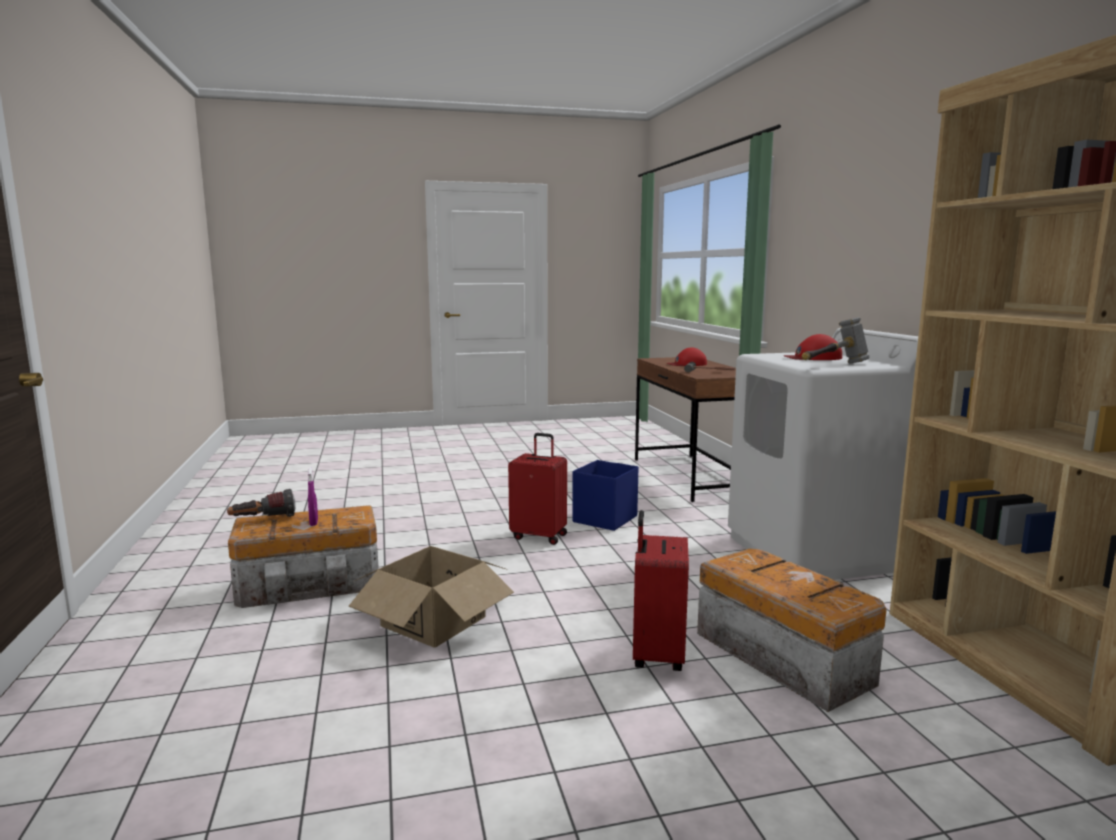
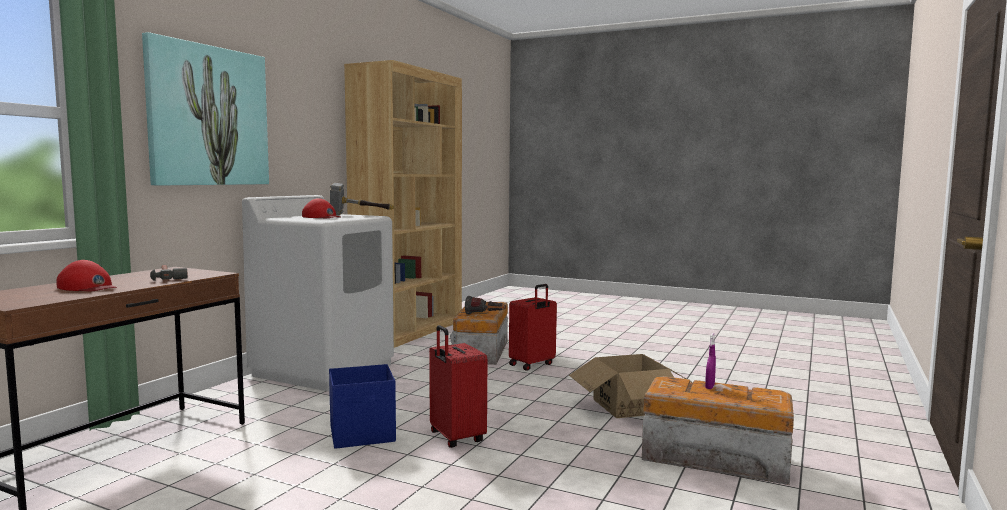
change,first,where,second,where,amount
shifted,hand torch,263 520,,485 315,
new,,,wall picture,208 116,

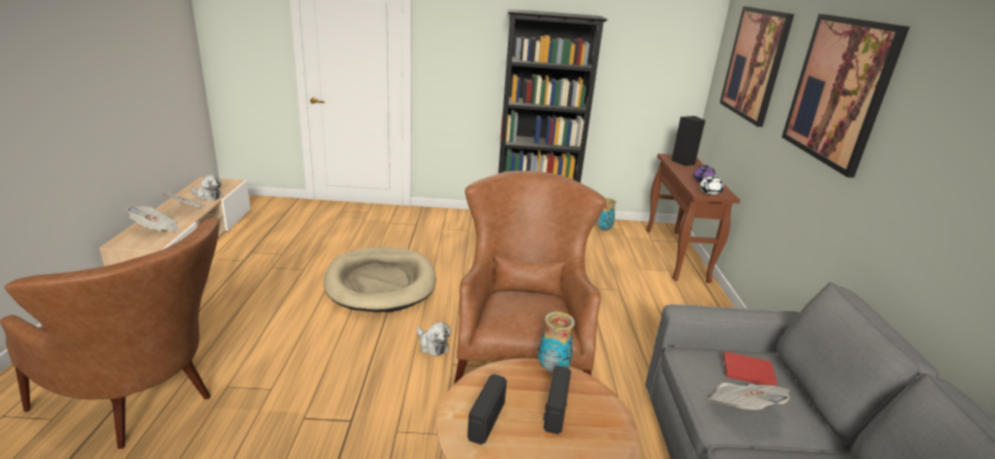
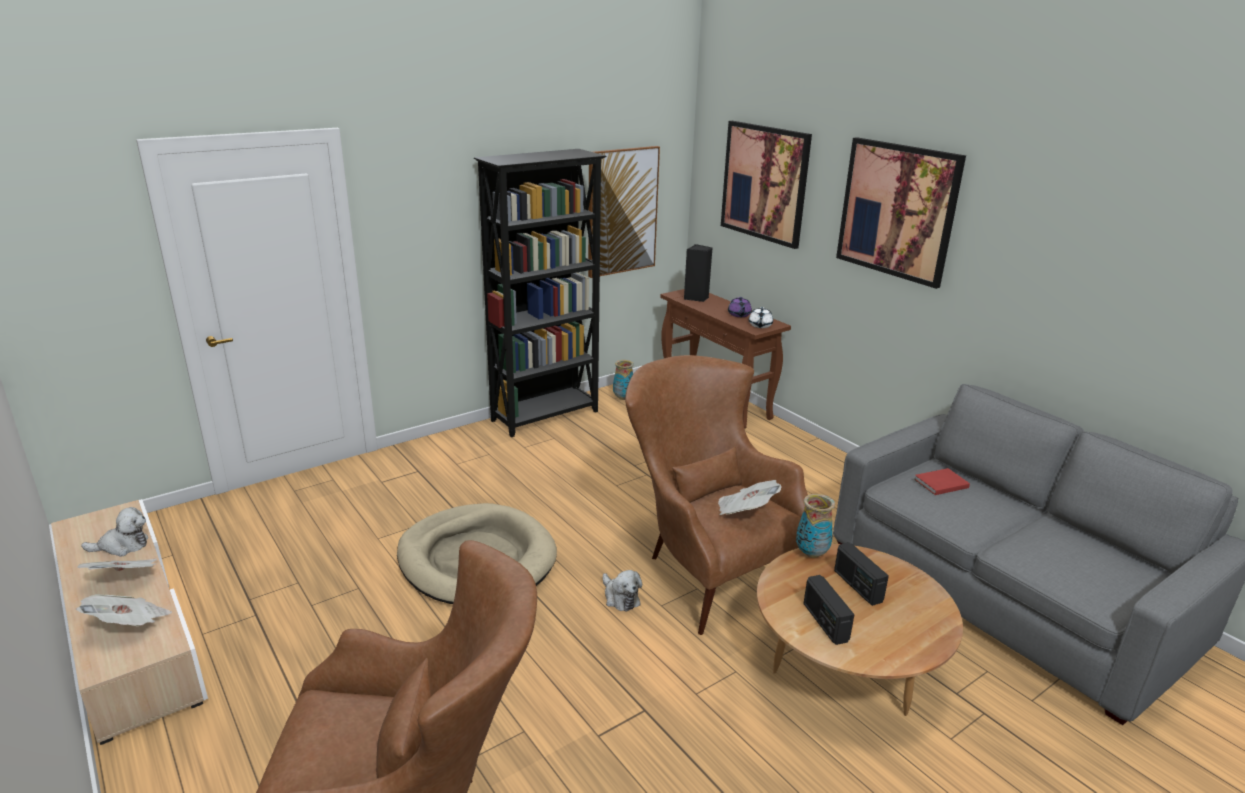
change,first,where,second,where,amount
rotated,cuddly toy,432 345,,620 597,45 degrees clockwise
shifted,newspaper,742 408,,745 511,
new,,,wall picture,622 211,

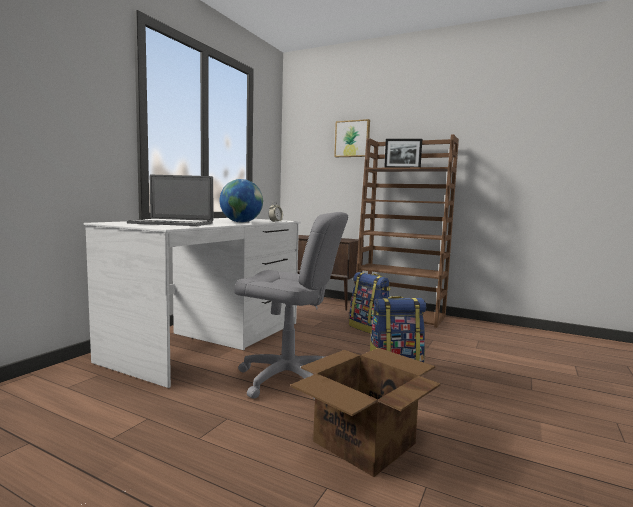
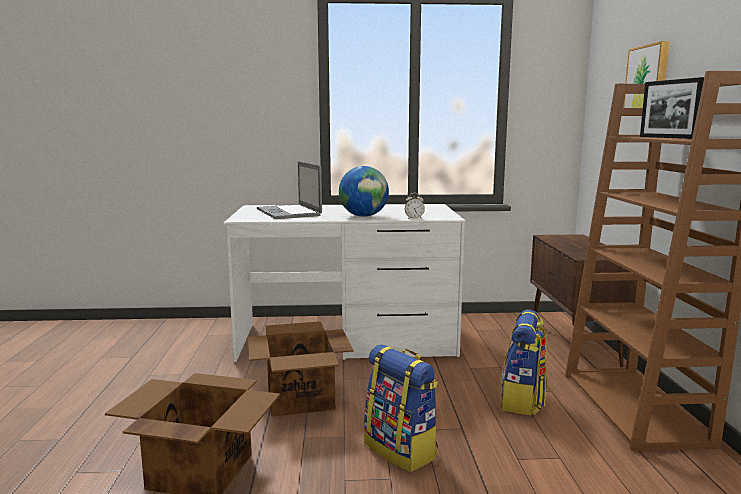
change,first,where,second,where,amount
swapped,desk chair (grey),288 378,cardboard box,300 399,

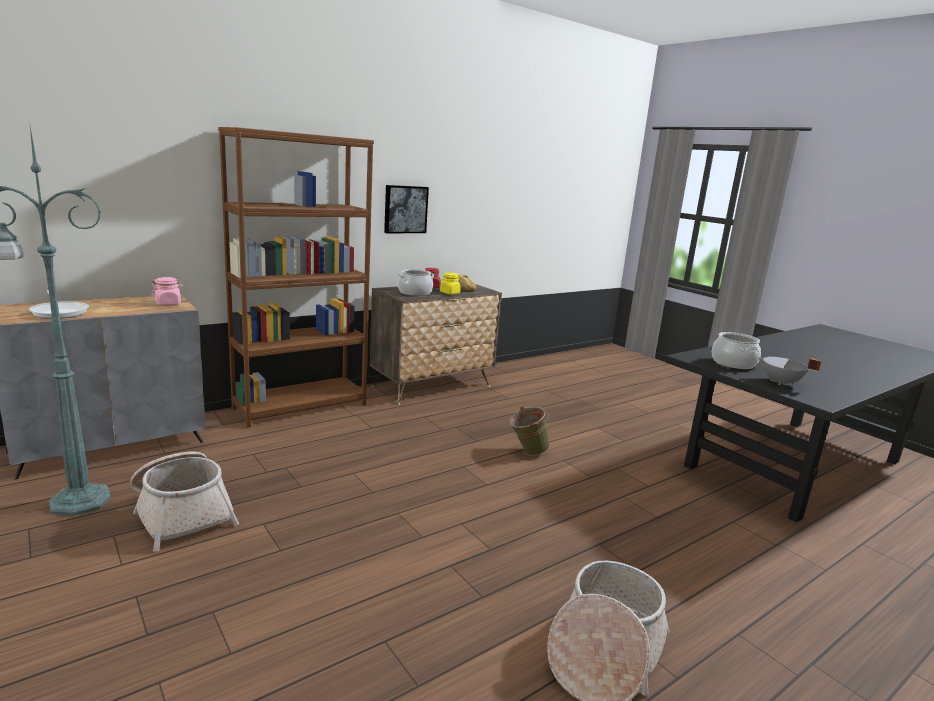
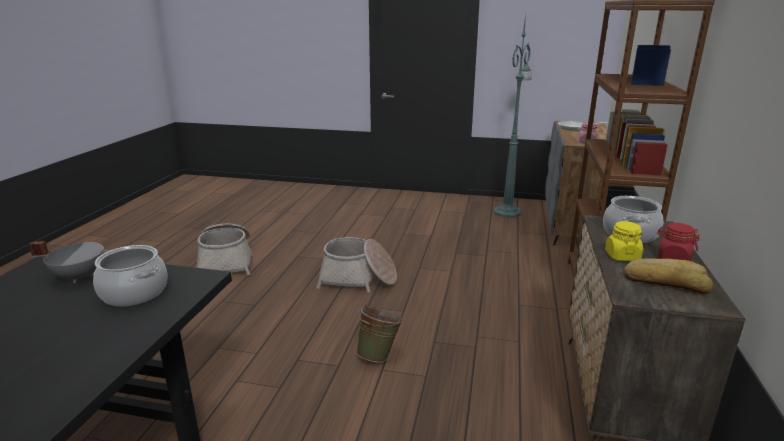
change,first,where,second,where,amount
gone,wall picture,405 209,,,
shifted,basket,182 512,,358 279,

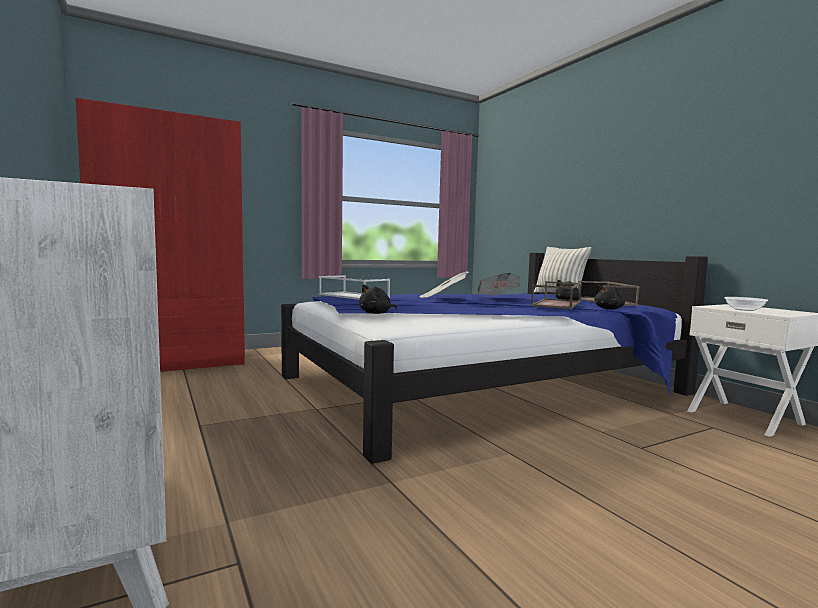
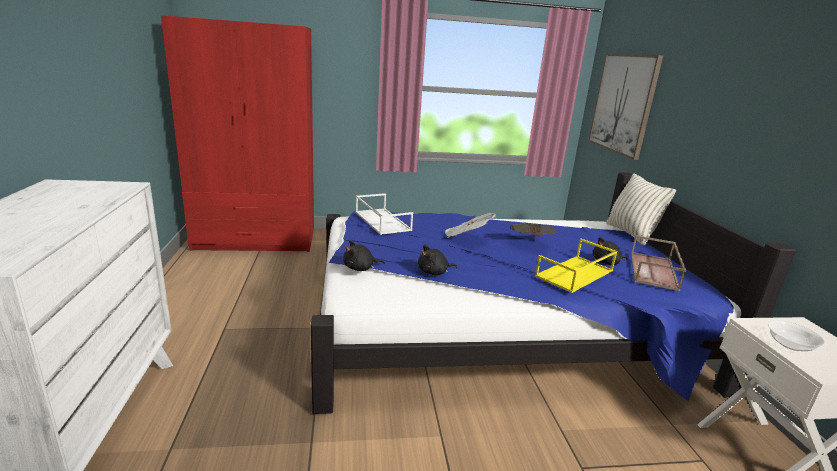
change,first,where,second,where,amount
repainted,carrying tray (brownish),557 304,carrying tray (yellow-coloured),575 274,
shifted,cuddly toy (blackish),609 309,,434 272,
new,,,wall picture,623 104,

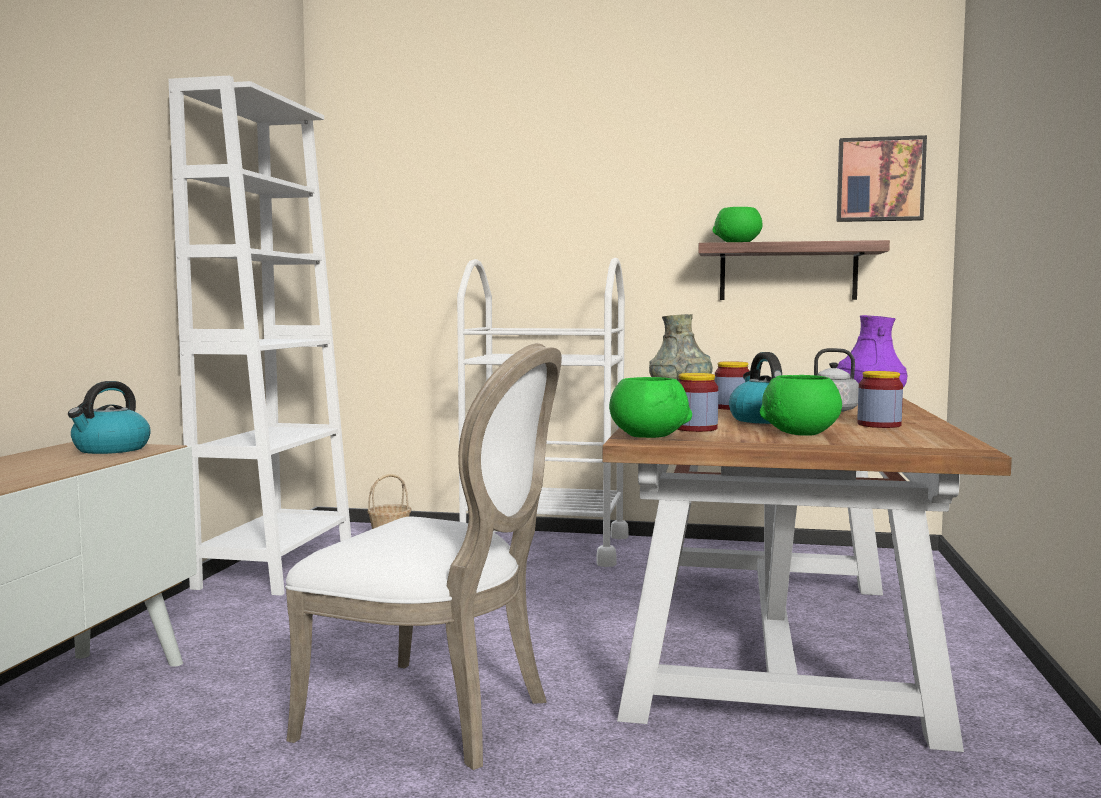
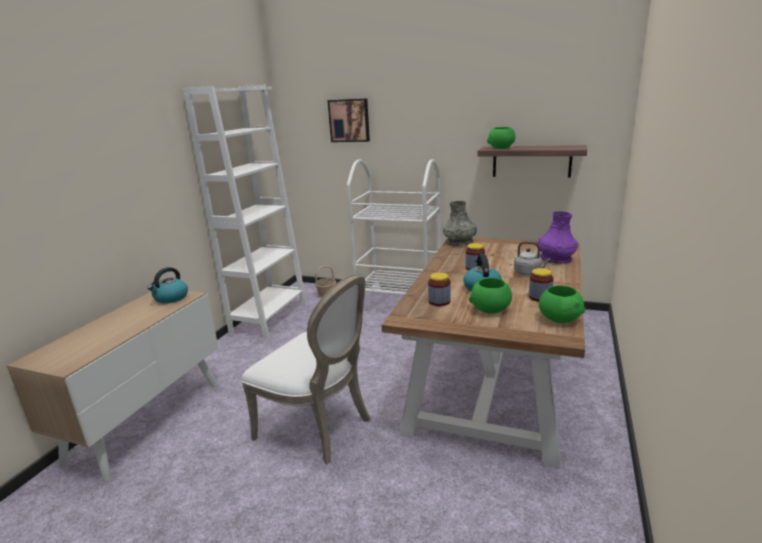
change,first,where,second,where,amount
shifted,wall picture,880 180,,349 120,
shifted,bowl (greenish),648 436,,559 319,

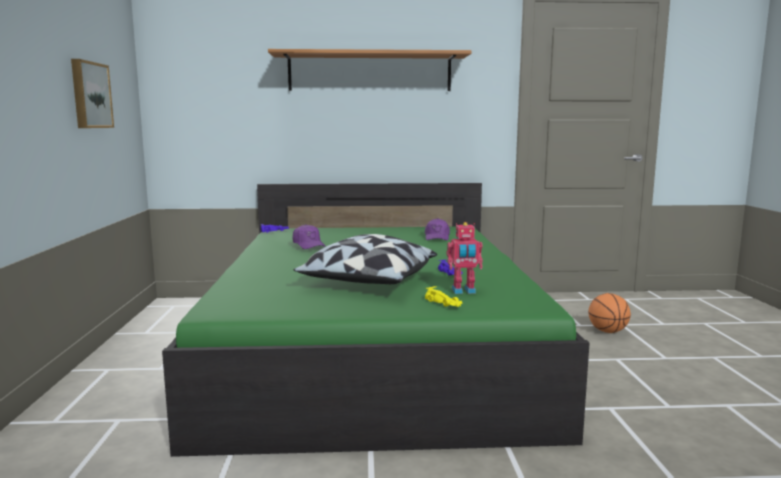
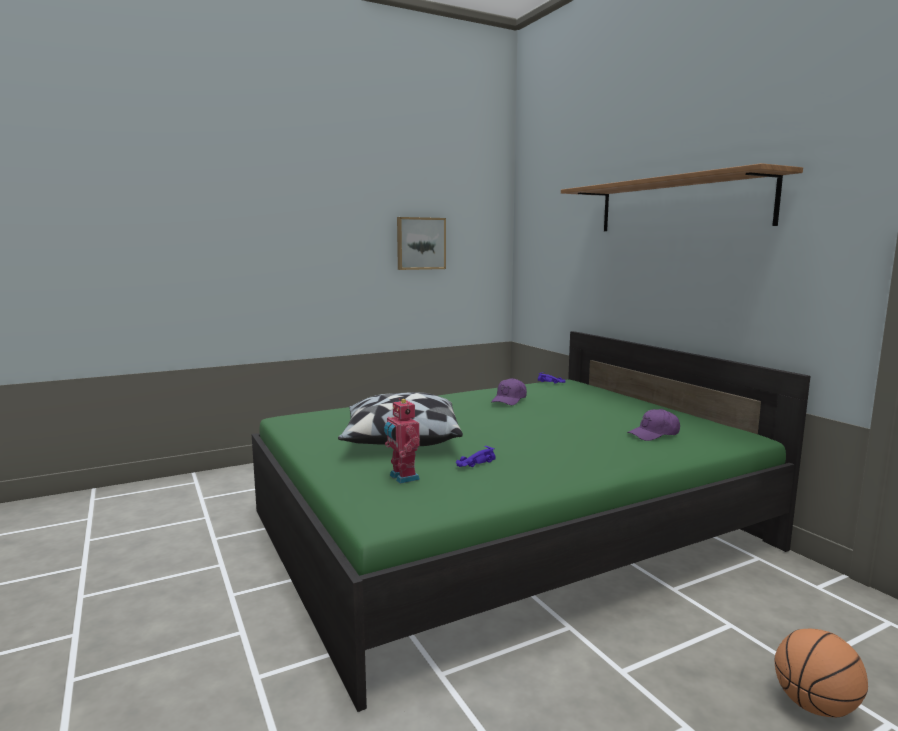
change,first,where,second,where,amount
gone,model car (yellow-coloured),444 303,,,

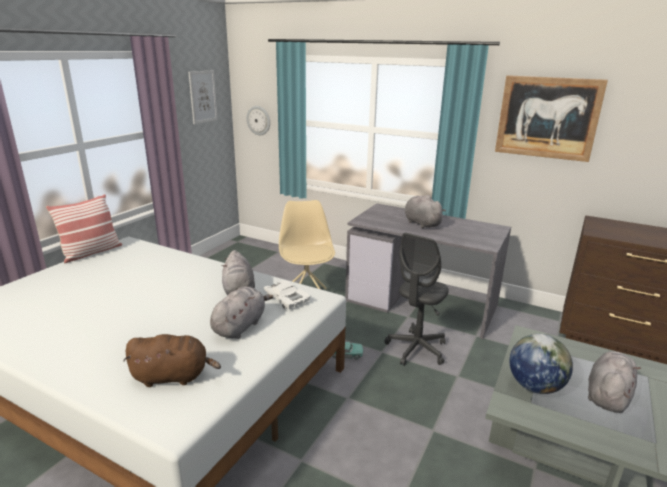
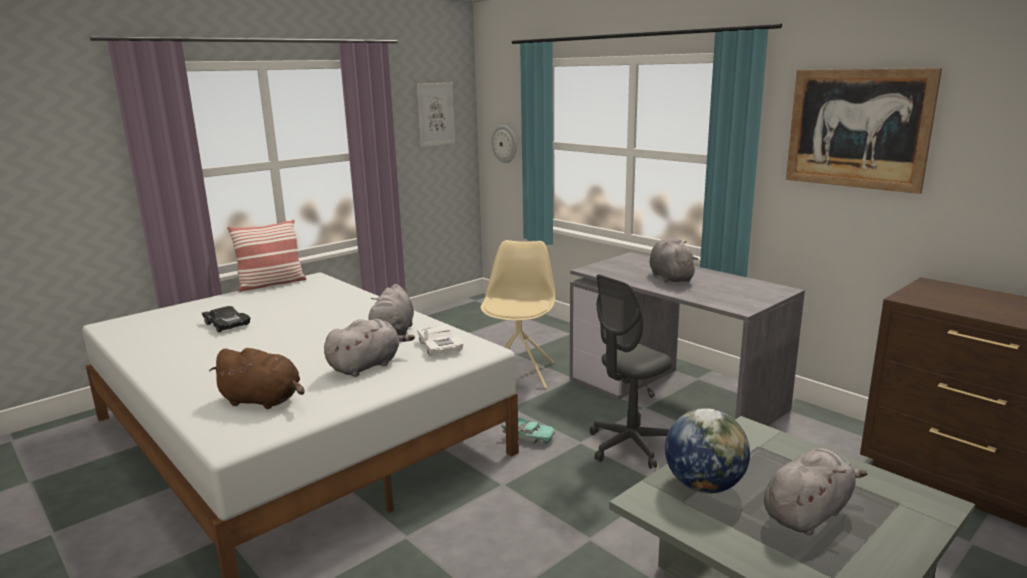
change,first,where,second,where,amount
new,,,model car (blackish),227 324,

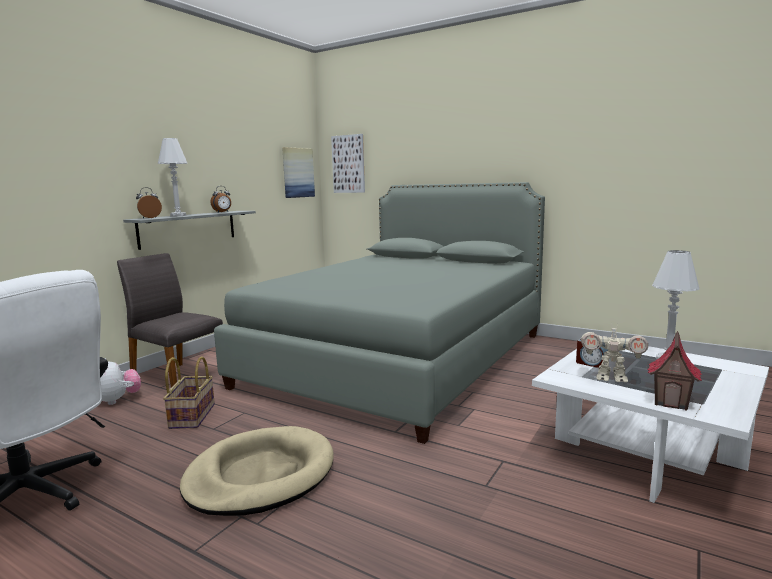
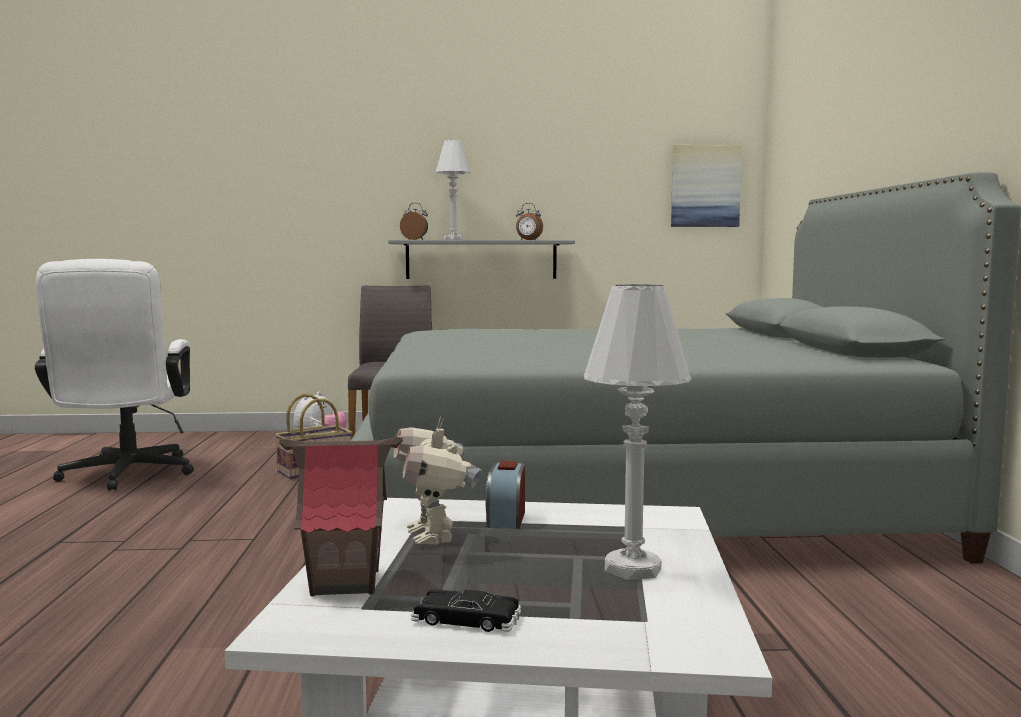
change,first,where,second,where,amount
gone,wall picture,348 164,,,
gone,dog bed (beige-coloured),260 475,,,
new,,,model car (blackish),466 619,

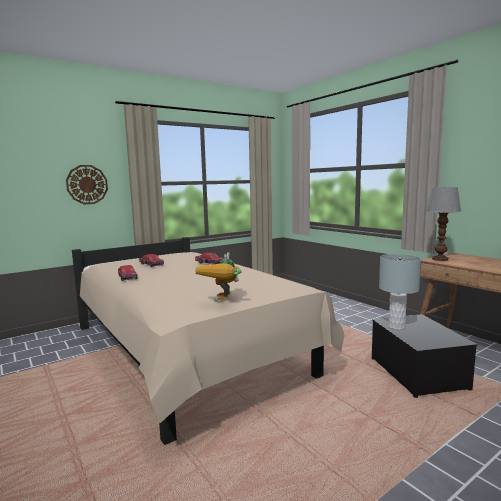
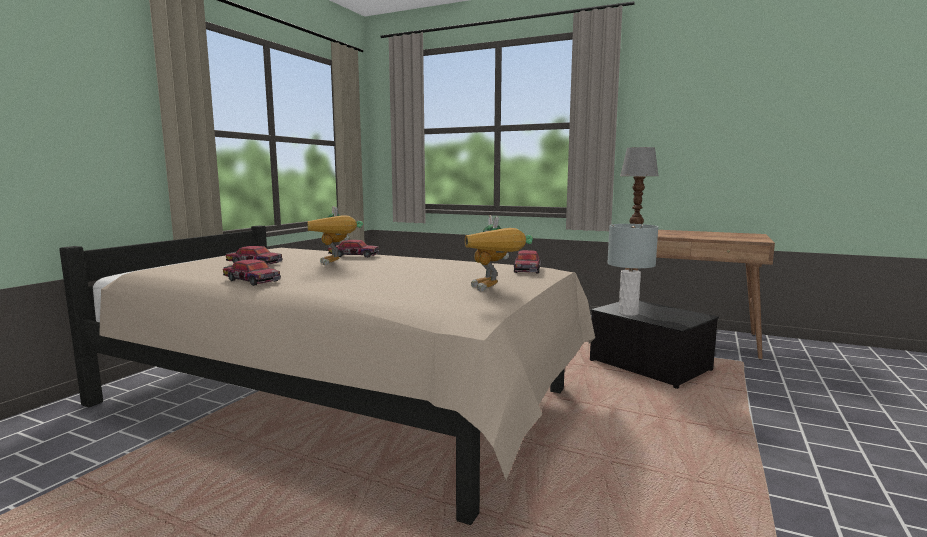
change,first,where,second,where,amount
gone,clock on the wall,87 184,,,
new,,,robot figure,336 264,
new,,,model car,527 269,

